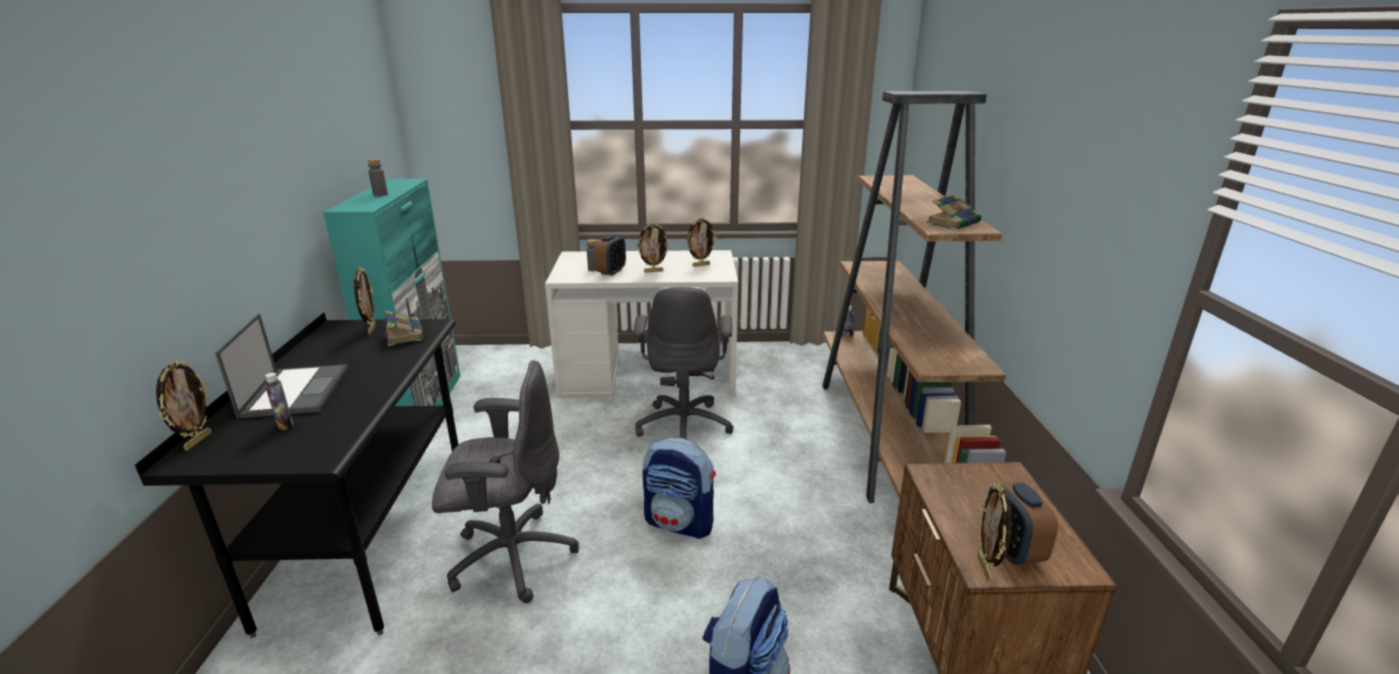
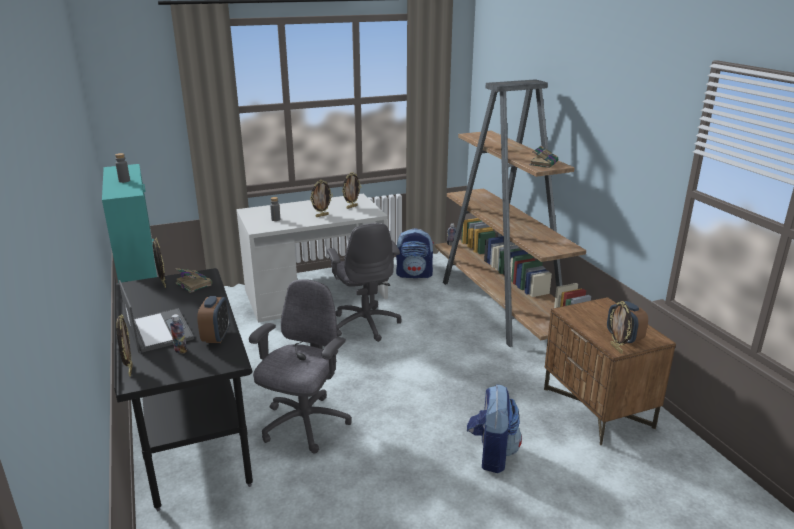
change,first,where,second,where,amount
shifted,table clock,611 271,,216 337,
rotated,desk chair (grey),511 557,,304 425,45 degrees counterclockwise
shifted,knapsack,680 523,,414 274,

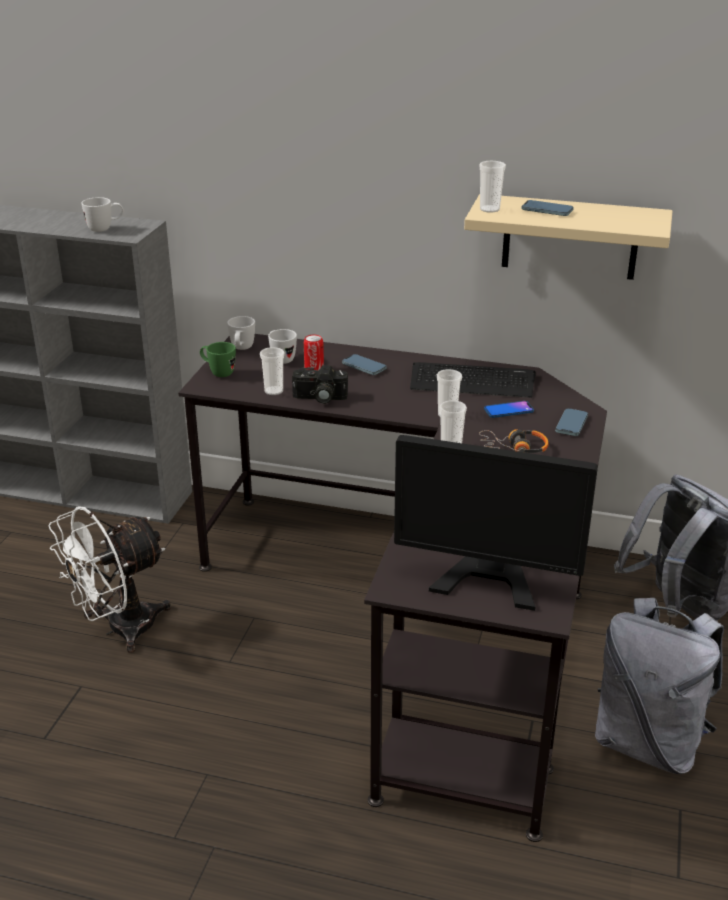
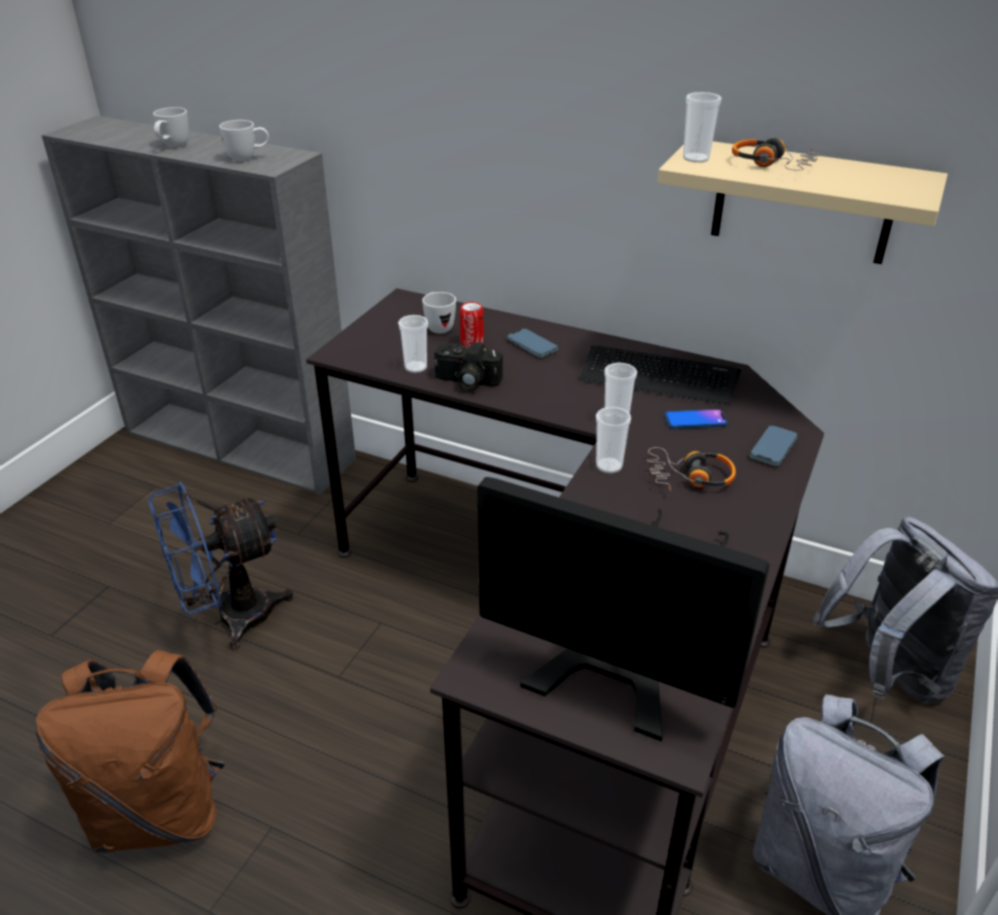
change,first,where,second,where,amount
swapped,handset,547 211,headphones,772 165,
shifted,coffee mug (white),241 349,,173 147,
gone,coffee mug (greenish),218 373,,,
repainted,fan (white),119 629,fan (blue-coloured),230 619,
new,,,knapsack (brownish),160 811,

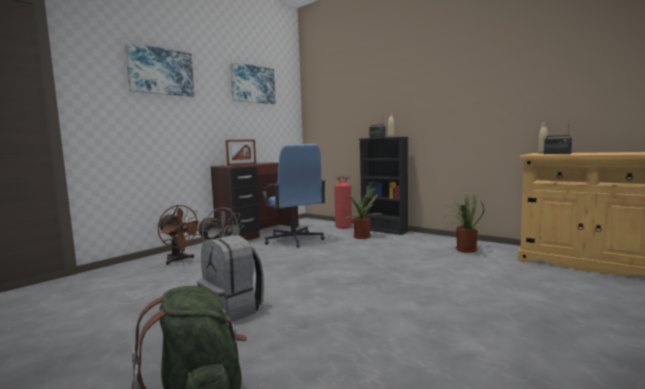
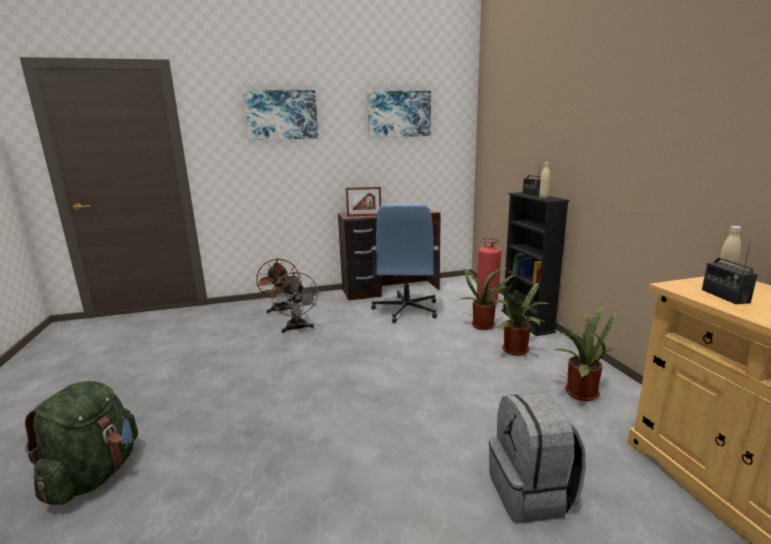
change,first,where,second,where,amount
shifted,knapsack (grey),233 310,,531 493,
new,,,houseplant,518 351,

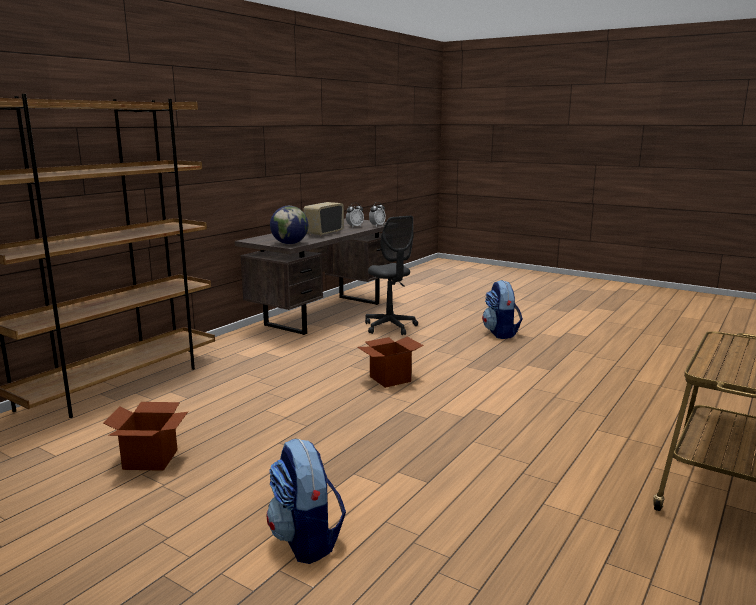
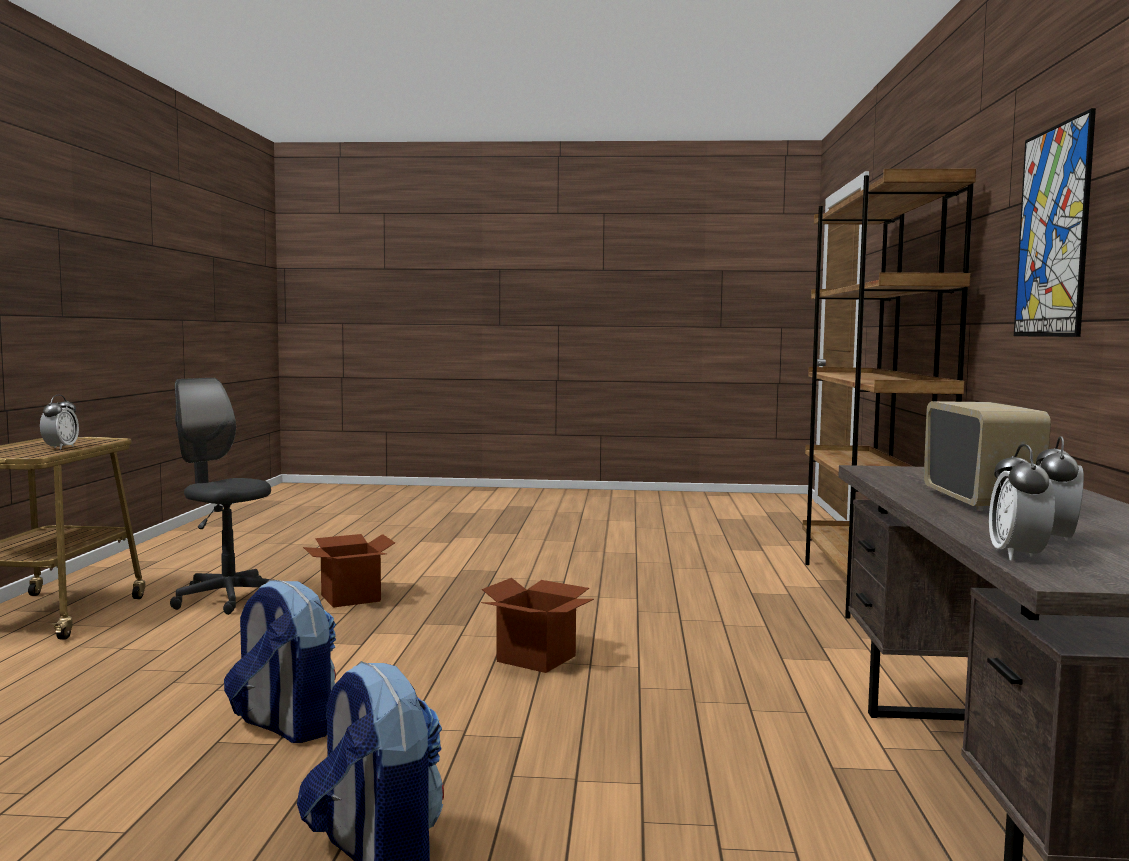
change,first,where,second,where,amount
gone,globe,290 243,,,
shifted,desk chair (grey),390 327,,227 599,
shifted,cardboard box,150 460,,351 598,
shifted,knapsack,306 540,,284 726,
new,,,wall picture,1053 232,
new,,,table clock,60 448,

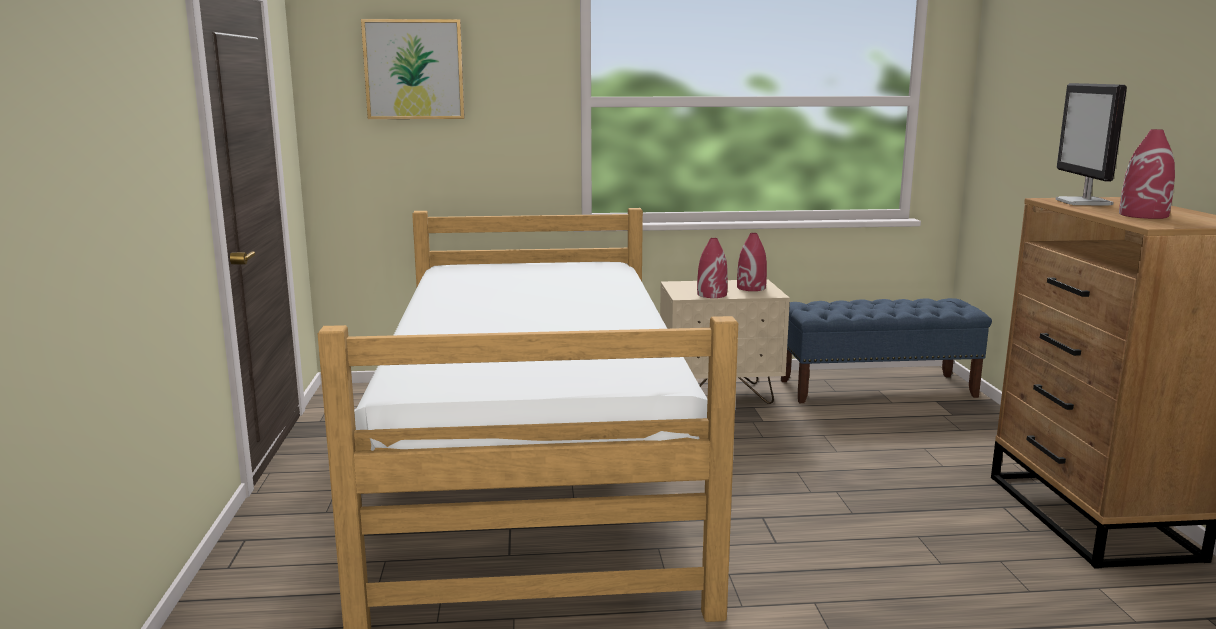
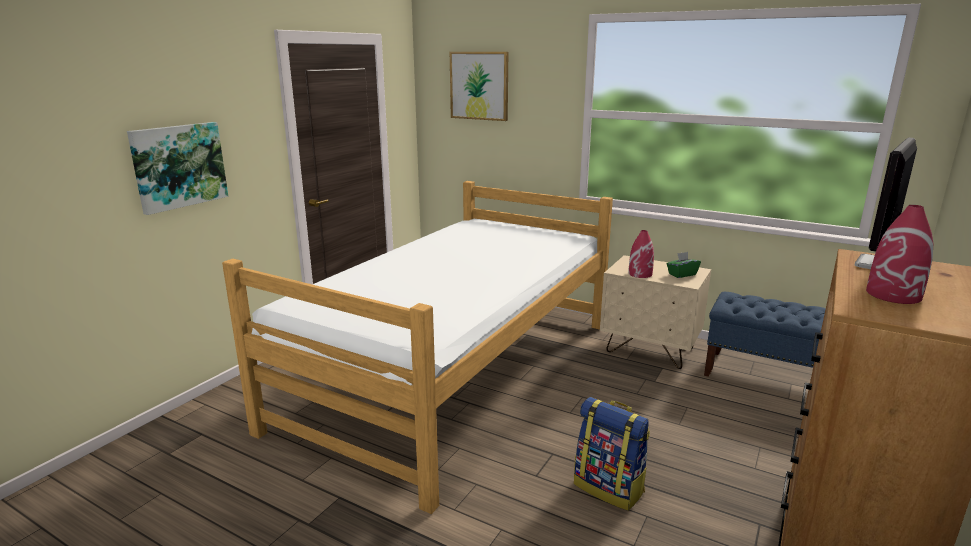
change,first,where,second,where,amount
swapped,decorative vase (reddish),751 288,tissue holder (greenish),682 274,
new,,,wall picture,179 166,
new,,,knapsack,609 488,

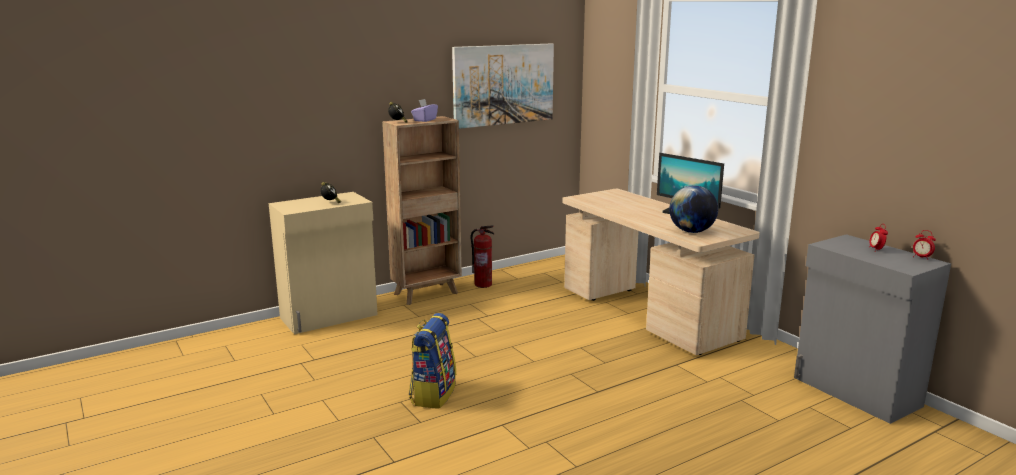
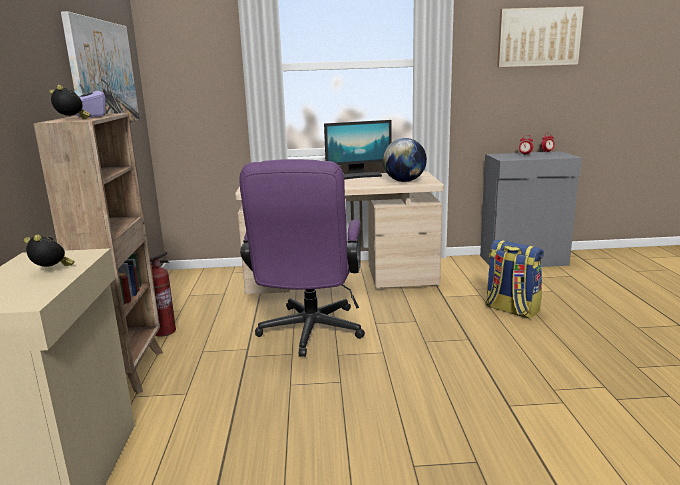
change,first,where,second,where,amount
shifted,knapsack,433 394,,511 310,
new,,,wall picture,538 37,
new,,,desk chair (purple-coloured),309 334,

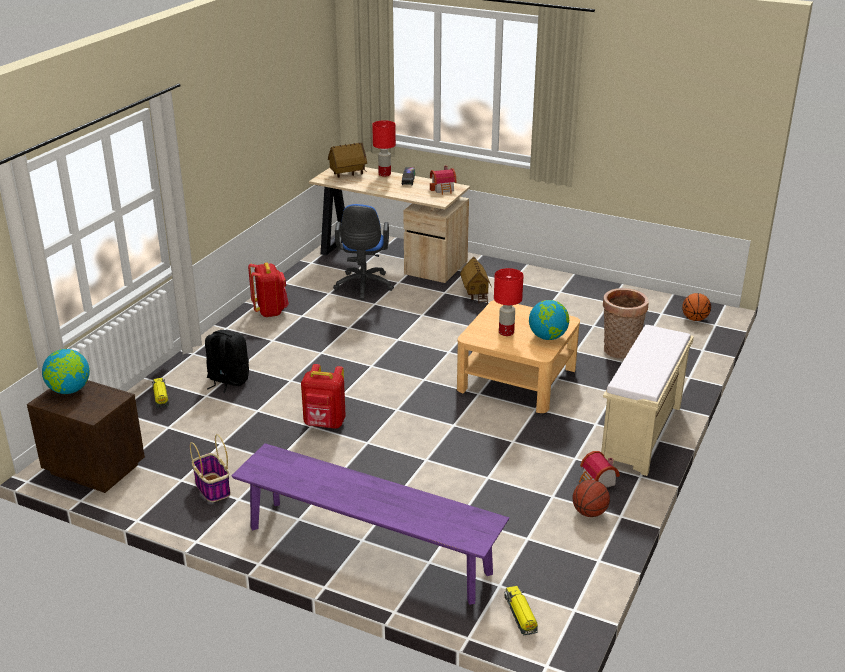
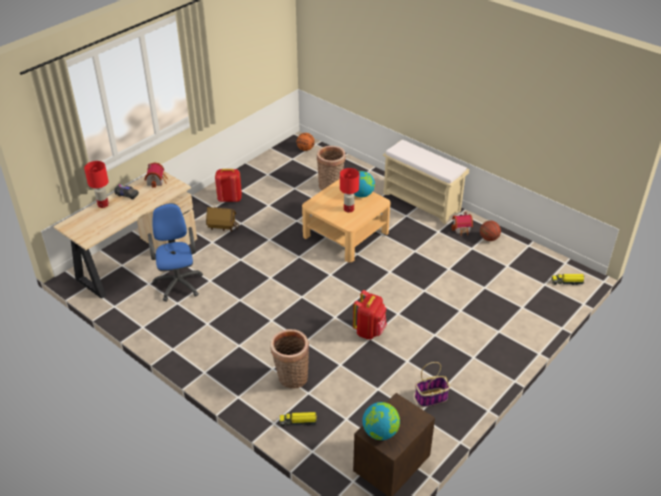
change,first,where,second,where,amount
gone,miniature house,348 174,,,
rotated,desk chair (blue-coloured),363 287,,178 282,120 degrees counterclockwise
shifted,knapsack (reddish),270 311,,229 199,
swapped,knapsack (blackish),227 381,basket,291 378,
gone,bench (purple-coloured),368 550,,,

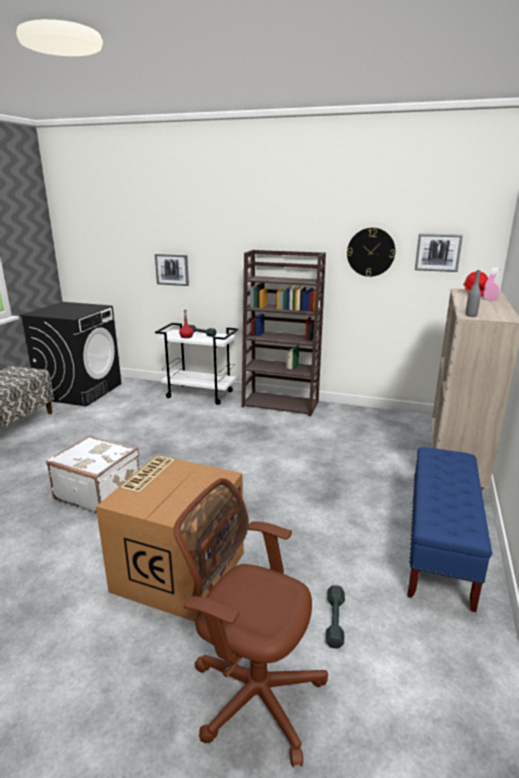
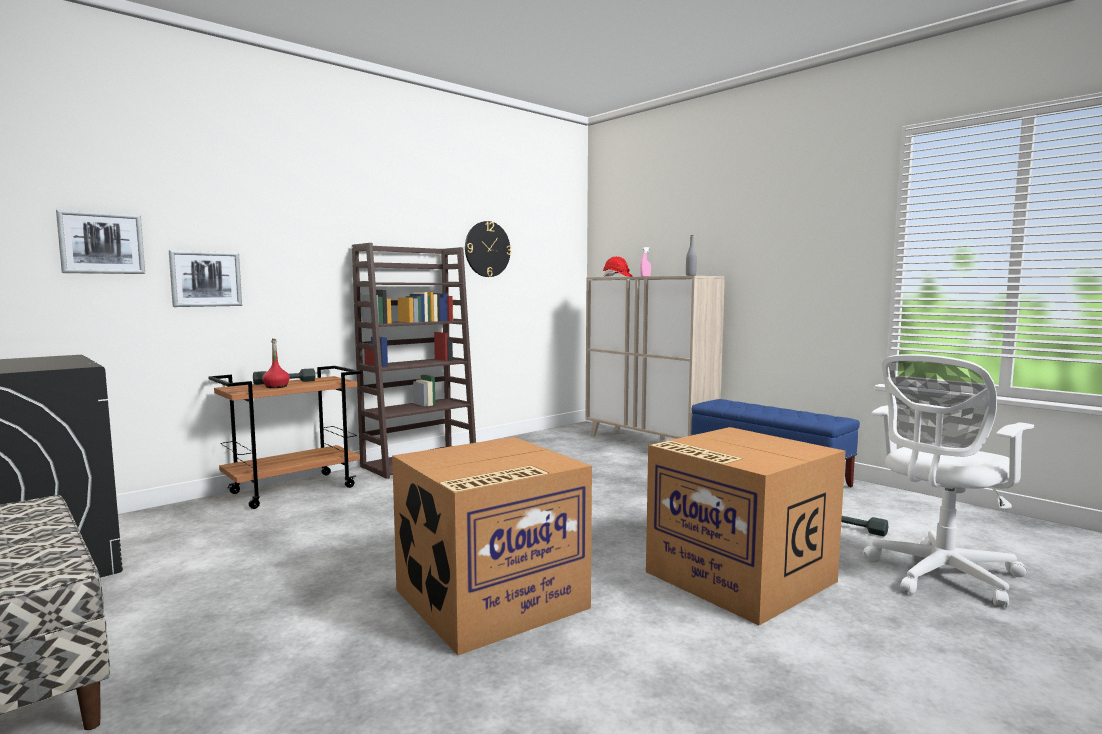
change,first,where,second,where,amount
shifted,wall picture,438 252,,102 243,
repainted,wheeled cart (white),200 394,wheeled cart (brownish),294 490,
swapped,travel case (white),99 492,cardboard box,489 600,
repainted,desk chair (brownish),252 692,desk chair (white),939 576,

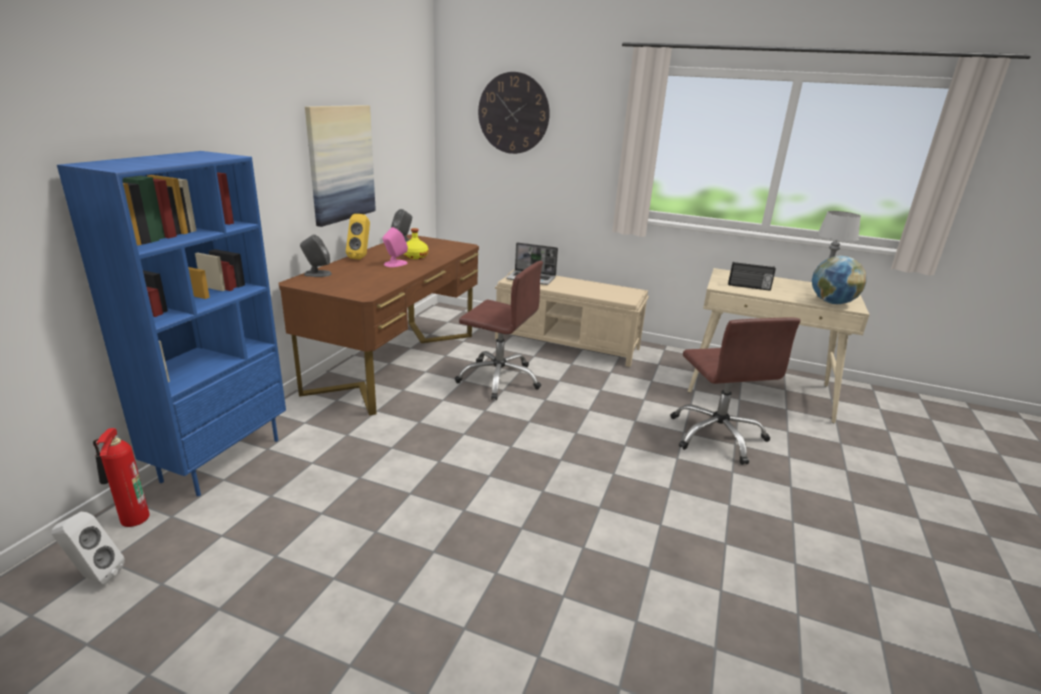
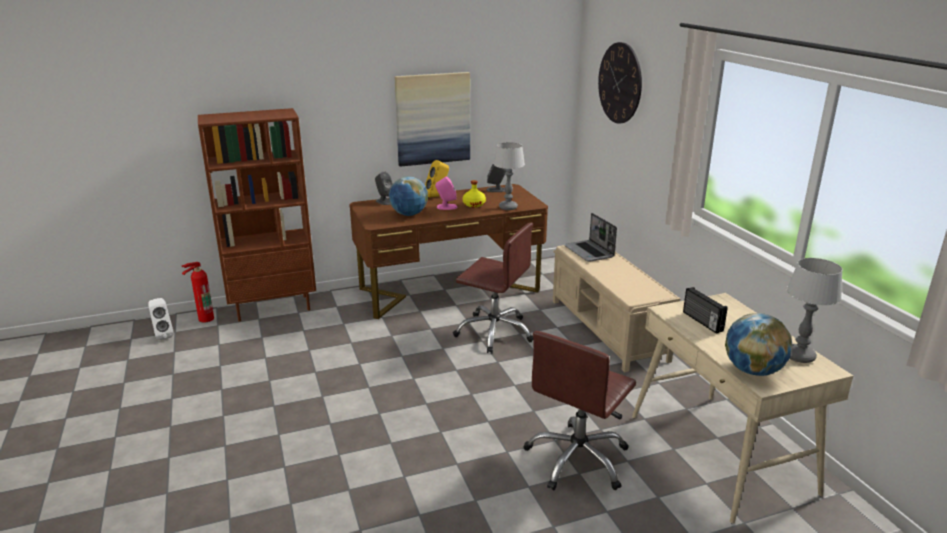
change,first,where,second,where,amount
repainted,bookcase (blue-coloured),222 459,bookcase (brownish),273 307,
rotated,desk chair (brownish),499 379,,494 332,45 degrees counterclockwise
new,,,tabletop lamp,507 207,
new,,,globe,409 214,

